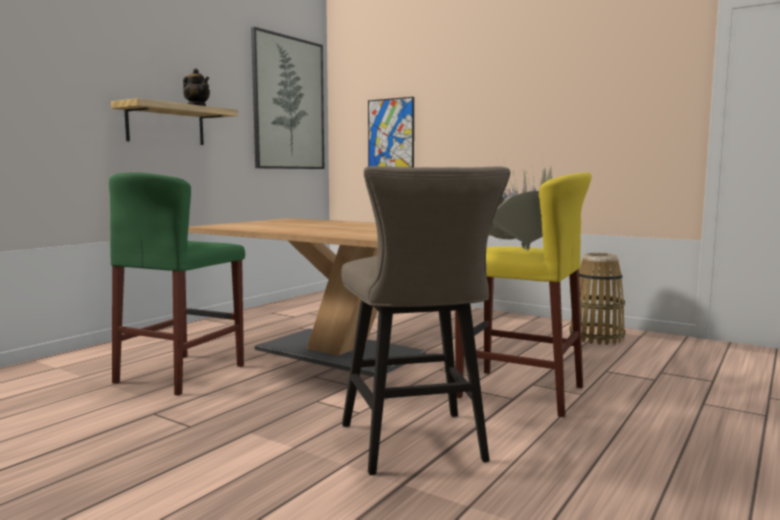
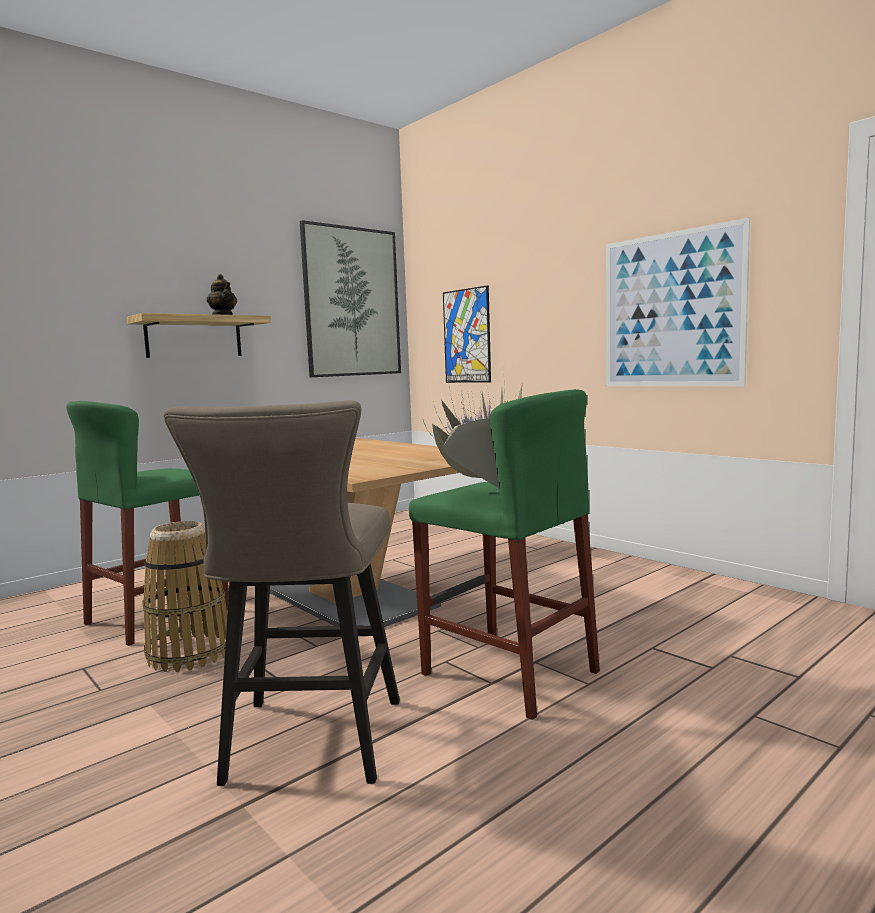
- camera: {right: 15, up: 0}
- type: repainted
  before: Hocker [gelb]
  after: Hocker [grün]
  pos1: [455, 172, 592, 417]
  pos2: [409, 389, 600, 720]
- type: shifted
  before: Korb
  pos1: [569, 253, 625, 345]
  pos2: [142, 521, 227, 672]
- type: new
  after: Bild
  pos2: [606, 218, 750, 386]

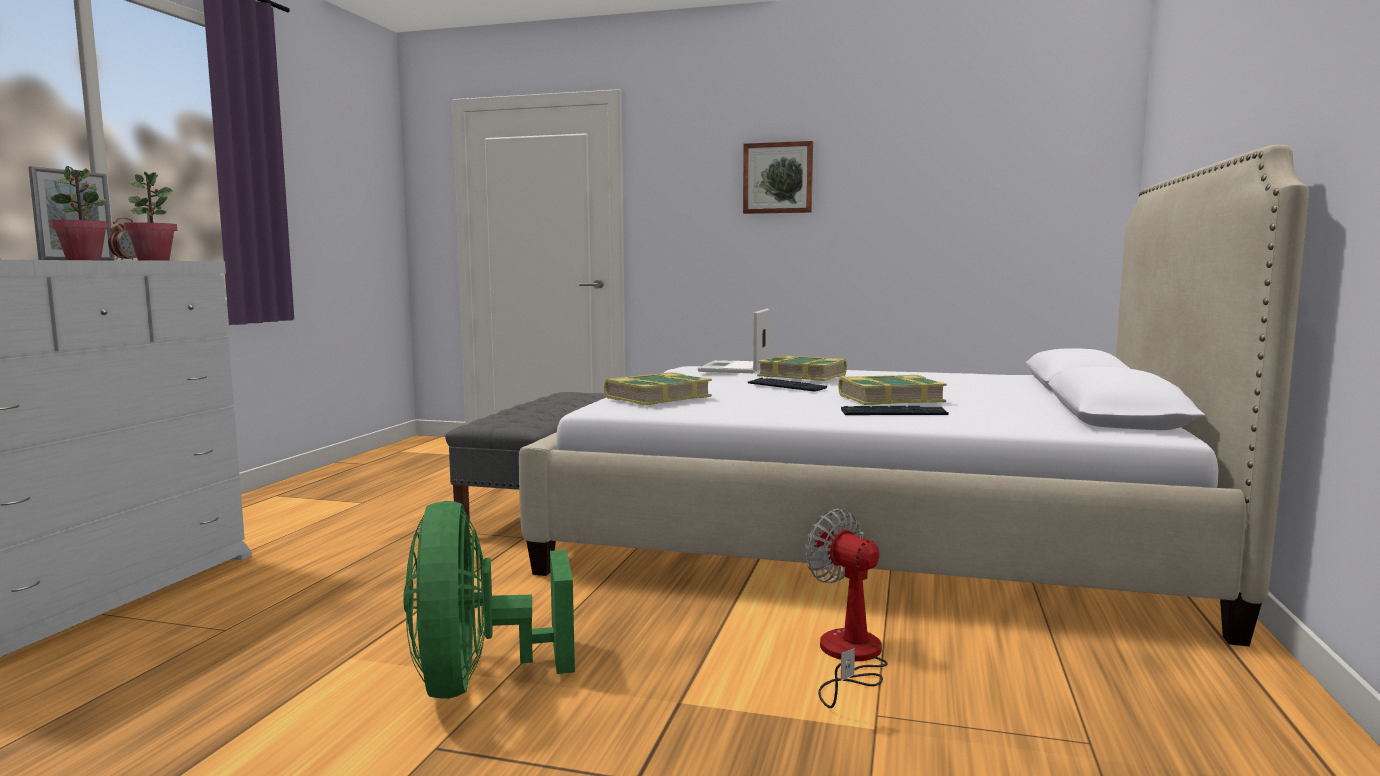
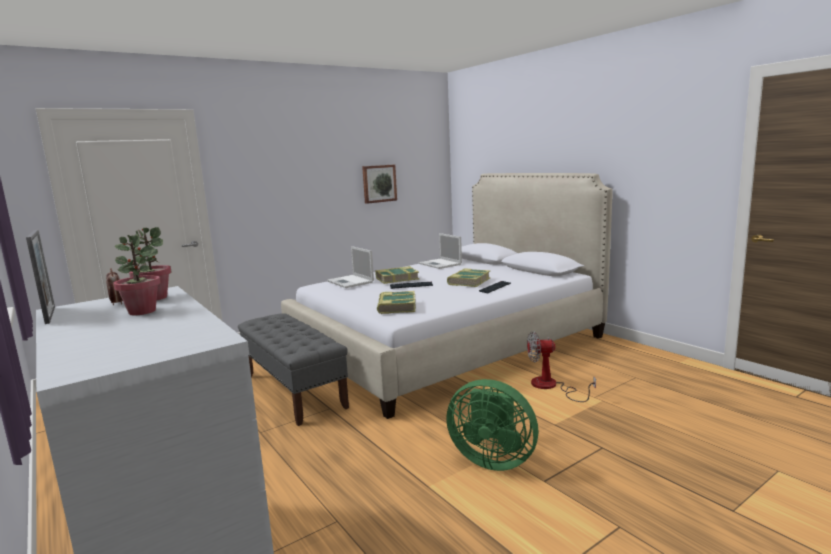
- camera: {right: -50, up: 5}
- type: shifted
  before: Bild
  pos1: [743, 141, 813, 214]
  pos2: [362, 164, 397, 204]
- type: new
  after: Laptop
  pos2: [419, 233, 462, 269]

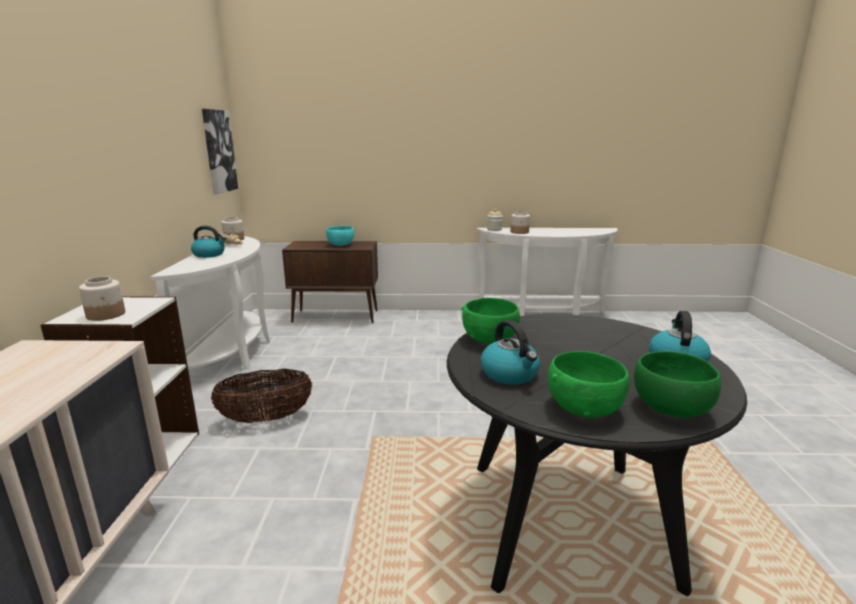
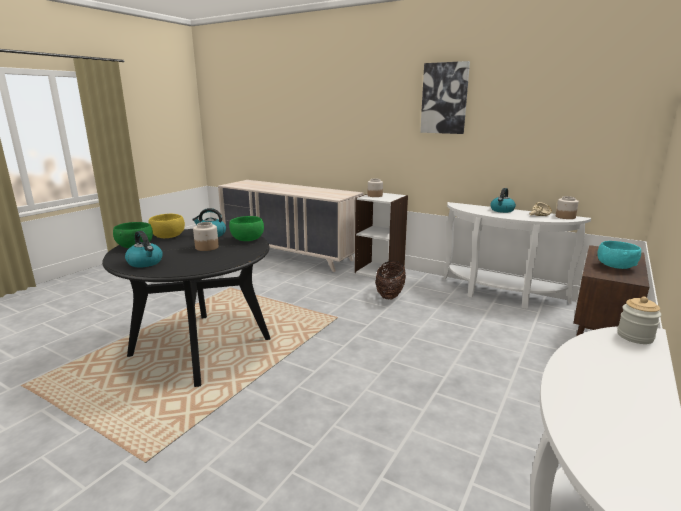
- camera: {right: 120, up: 0}
- type: shifted
  before: Bild
  pos1: [202, 109, 238, 194]
  pos2: [420, 61, 470, 134]
- type: shifted
  before: Vorratsglas
  pos1: [511, 211, 530, 234]
  pos2: [193, 222, 219, 251]
- type: repainted
  before: Schüssel [grün]
  after: Schüssel [gelb]
  pos1: [548, 351, 629, 418]
  pos2: [148, 214, 185, 238]

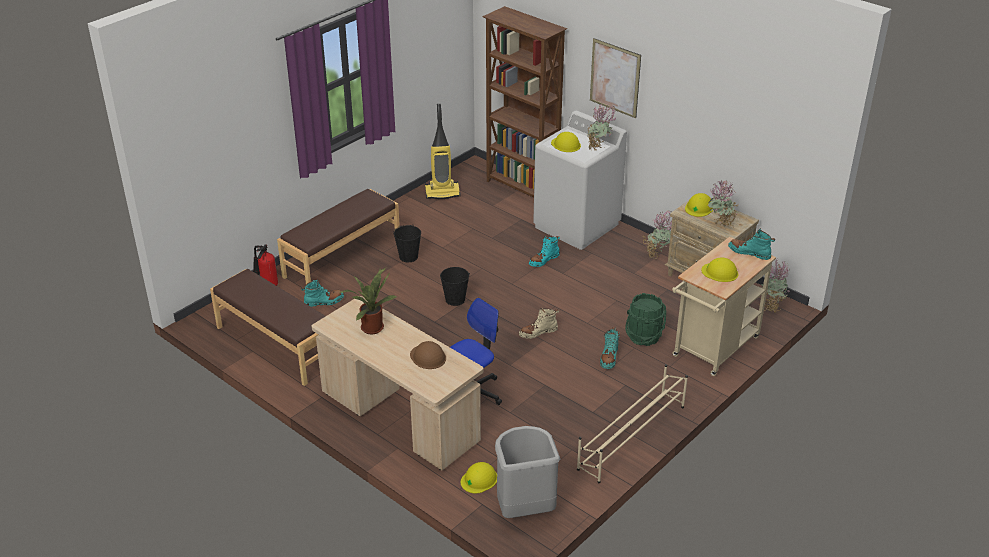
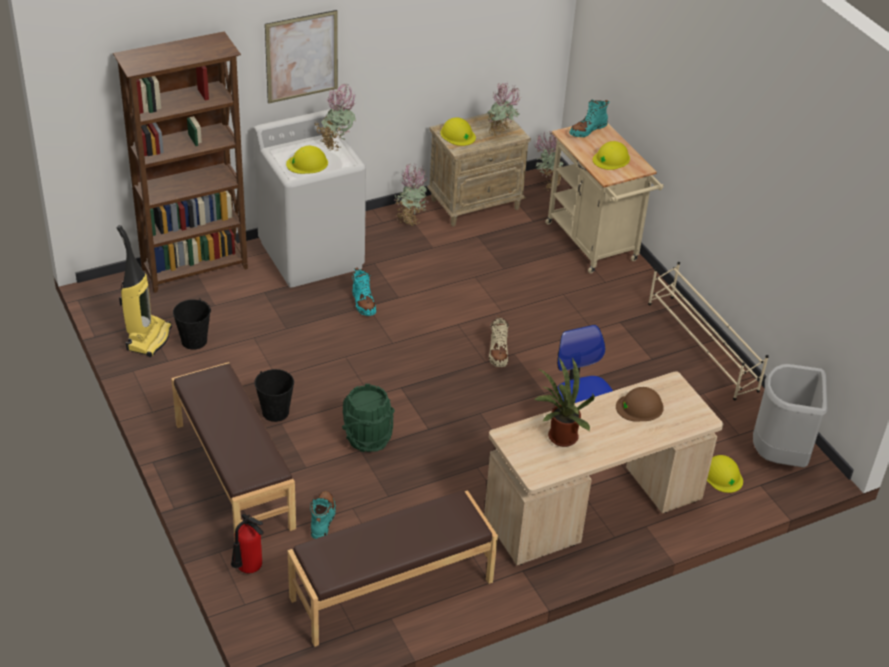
- camera: {right: -70, up: 5}
- type: shifted
  before: Eimer [schwarz]
  pos1: [440, 267, 470, 306]
  pos2: [173, 298, 211, 350]
- type: shifted
  before: Eimer [grün]
  pos1: [625, 293, 666, 346]
  pos2: [342, 384, 395, 452]
- type: gone
  before: Stiefel [türkis]
  pos1: [600, 327, 620, 369]

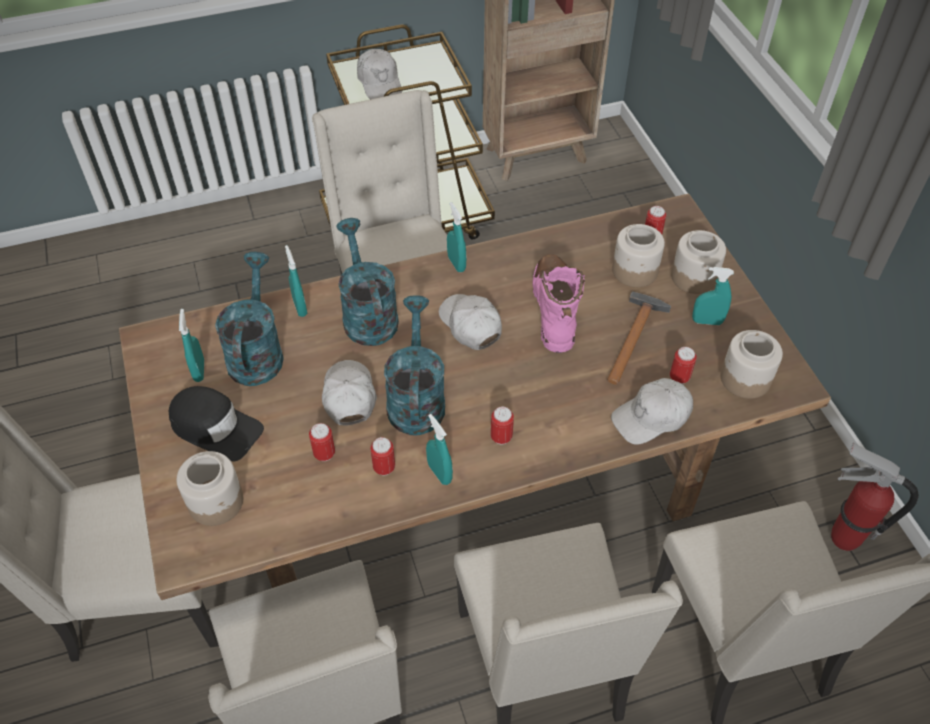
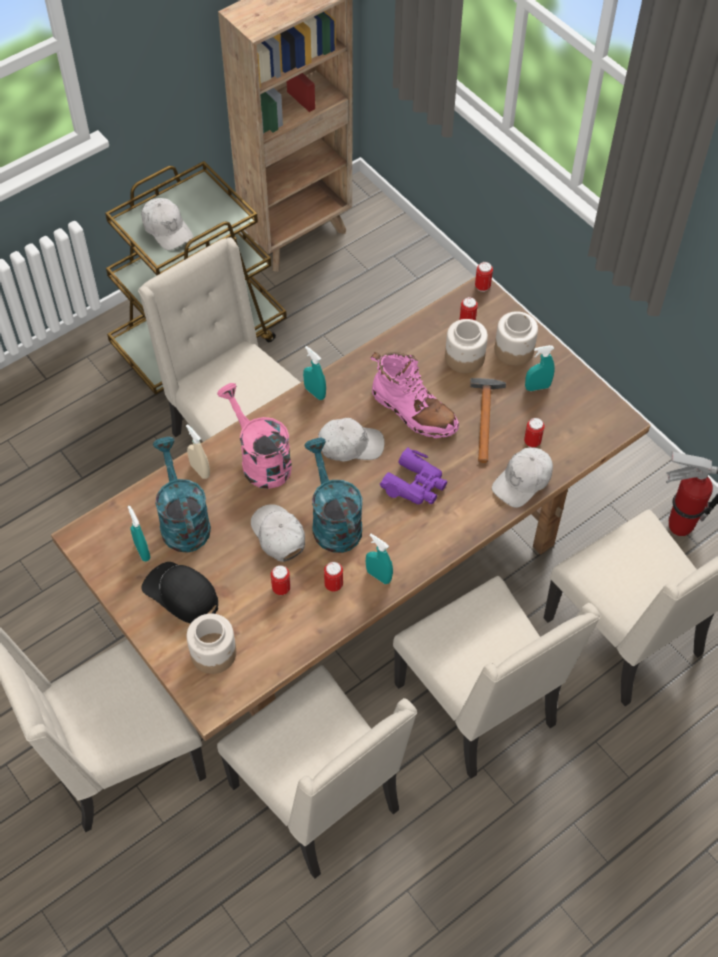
- camera: {right: -20, up: 5}
- type: repainted
  before: Gießkanne [türkis]
  after: Gießkanne [rosa]
  pos1: [336, 218, 399, 346]
  pos2: [217, 383, 292, 489]
- type: repainted
  before: Sprühflasche [türkis]
  after: Sprühflasche [beige]
  pos1: [285, 245, 308, 317]
  pos2: [186, 424, 210, 479]
- type: rotated
  before: Stiefel [rosa]
  pos1: [532, 254, 585, 353]
  pos2: [370, 352, 459, 438]
  turn: 150
- type: rotated
  before: Kappe [weiß]
  pos1: [439, 294, 502, 350]
  pos2: [318, 418, 385, 462]
  turn: 135
- type: gone
  before: Vorratsglas
  pos1: [721, 330, 783, 399]
- type: rotated
  before: Kappe [schwarz]
  pos1: [169, 386, 264, 461]
  pos2: [141, 562, 218, 623]
  turn: -150
- type: shifted
  before: Dose
  pos1: [491, 406, 514, 445]
  pos2: [475, 262, 493, 292]
- type: new
  after: Fernglas [lila]
  pos2: [380, 447, 447, 505]

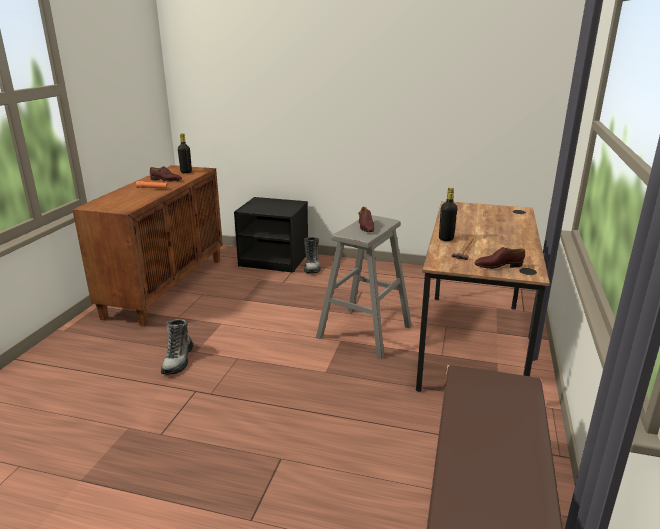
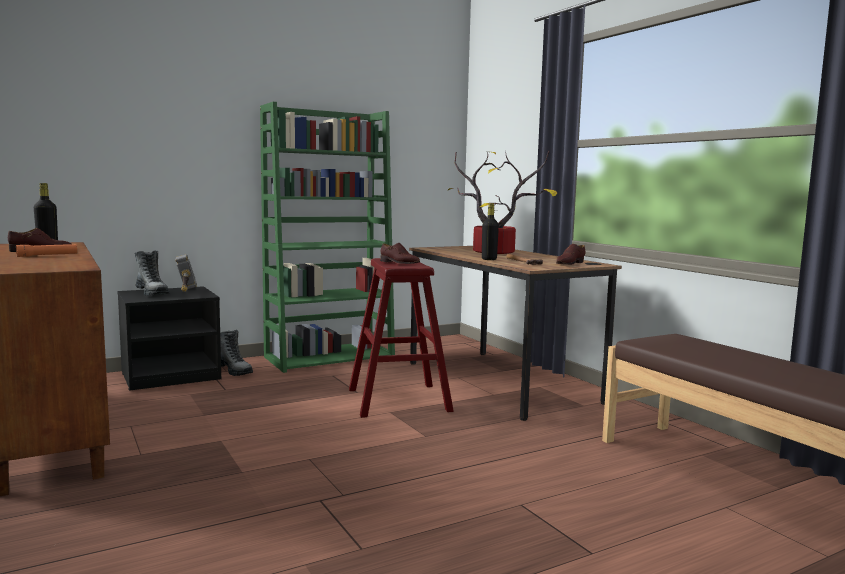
- camera: {right: -45, up: -15}
- type: repainted
  before: Hocker [grau]
  after: Hocker [rot]
  pos1: [316, 215, 412, 359]
  pos2: [349, 258, 454, 418]
- type: shifted
  before: Stiefel
  pos1: [161, 319, 193, 375]
  pos2: [135, 250, 170, 296]
- type: new
  after: Bücherregal [grün]
  pos2: [260, 102, 395, 373]
- type: new
  after: Topfpflanze
  pos2: [448, 151, 557, 254]
- type: new
  after: Hammer
  pos2: [175, 254, 197, 292]

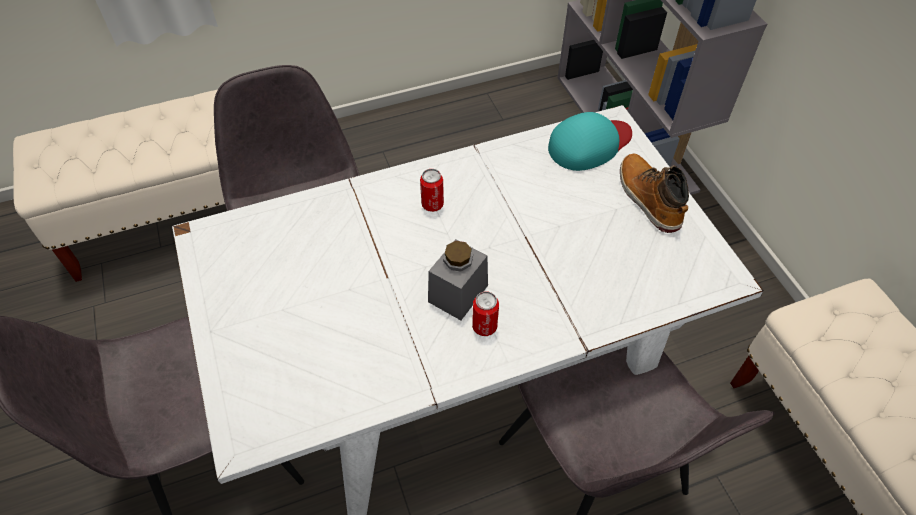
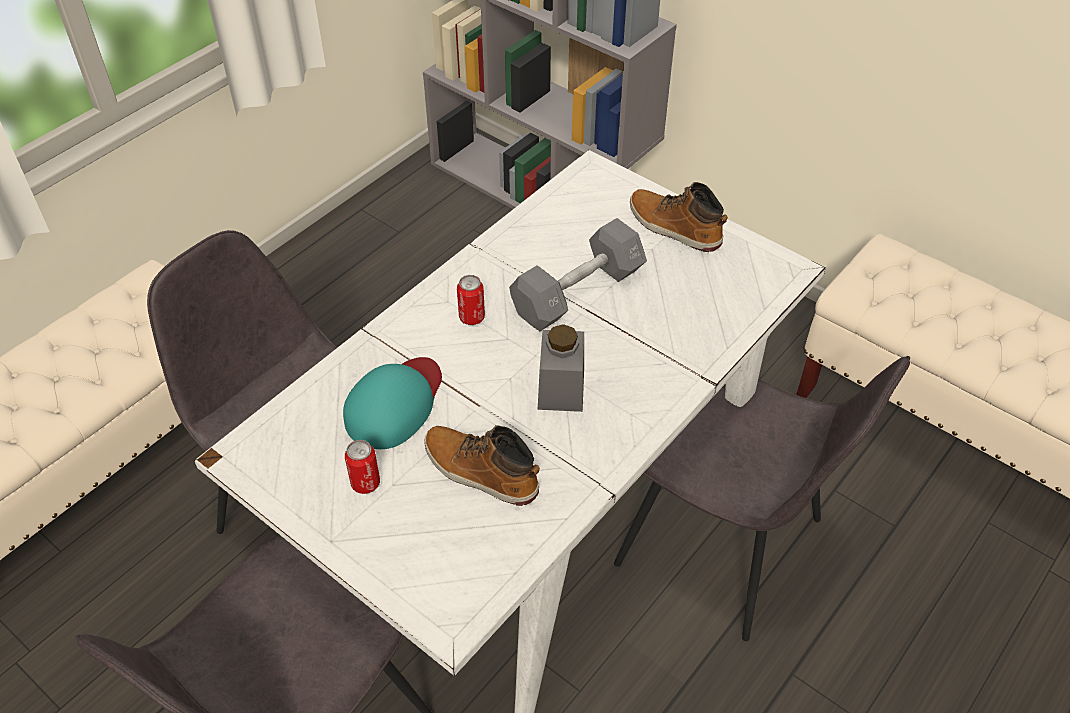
- camera: {right: -30, up: -5}
- type: shifted
  before: Kappe [türkis]
  pos1: [548, 112, 632, 171]
  pos2: [343, 357, 442, 449]
- type: shifted
  before: Dose
  pos1: [472, 291, 499, 336]
  pos2: [345, 440, 380, 494]
- type: new
  after: Hantel [grau]
  pos2: [509, 218, 647, 331]
- type: new
  after: Stiefel
  pos2: [424, 425, 540, 506]

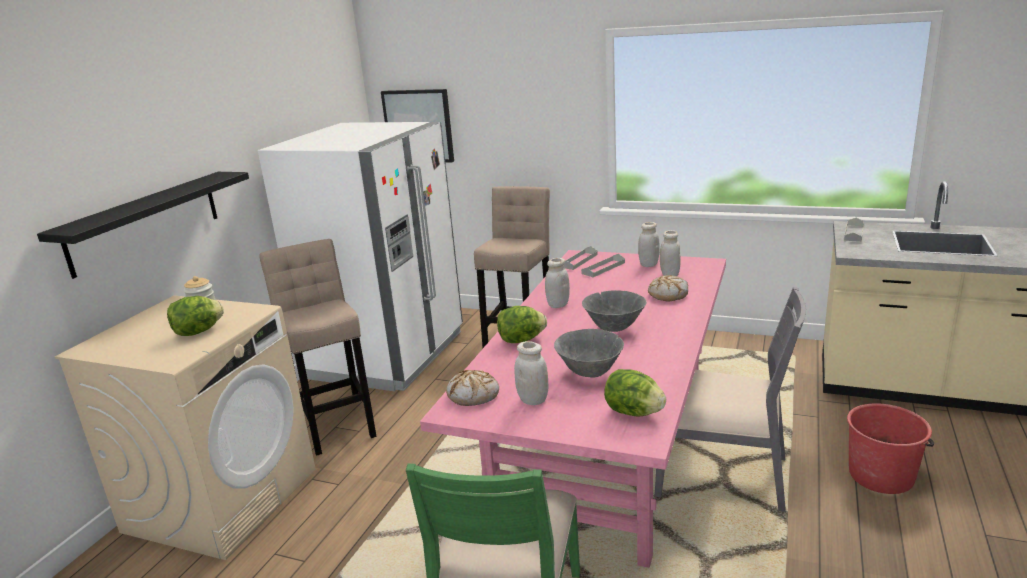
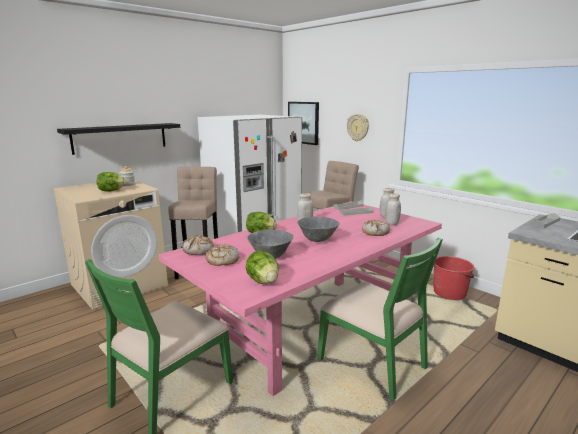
- camera: {right: 25, up: -5}
- type: repainted
  before: Stuhl [grau]
  after: Stuhl [grün]
  pos1: [654, 287, 806, 512]
  pos2: [317, 237, 443, 400]
- type: swapped
  before: Vorratsglas [weiß]
  after: Brot
  pos1: [514, 341, 548, 405]
  pos2: [206, 244, 239, 266]
- type: shifted
  before: Eimer [rot]
  pos1: [847, 403, 934, 494]
  pos2: [434, 256, 475, 300]
- type: new
  after: Wanduhr
  pos2: [347, 114, 369, 141]

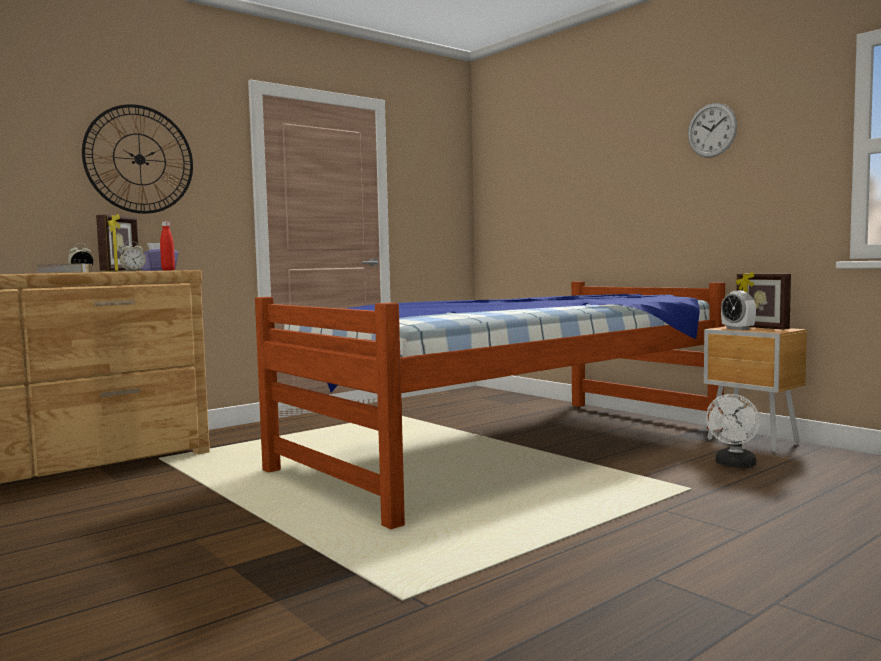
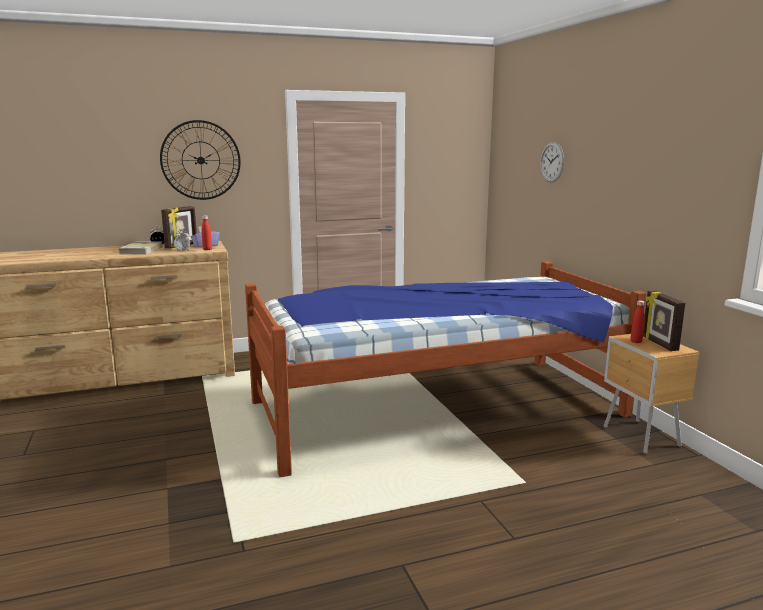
- camera: {right: 20, up: 10}
- type: shifted
  before: Wanduhr
  pos1: [688, 103, 737, 158]
  pos2: [541, 142, 564, 182]
- type: swapped
  before: Wecker
  after: Flasche [rot]
  pos1: [721, 290, 756, 330]
  pos2: [631, 301, 645, 343]
- type: gone
  before: Ventilator [weiß]
  pos1: [706, 394, 760, 468]

